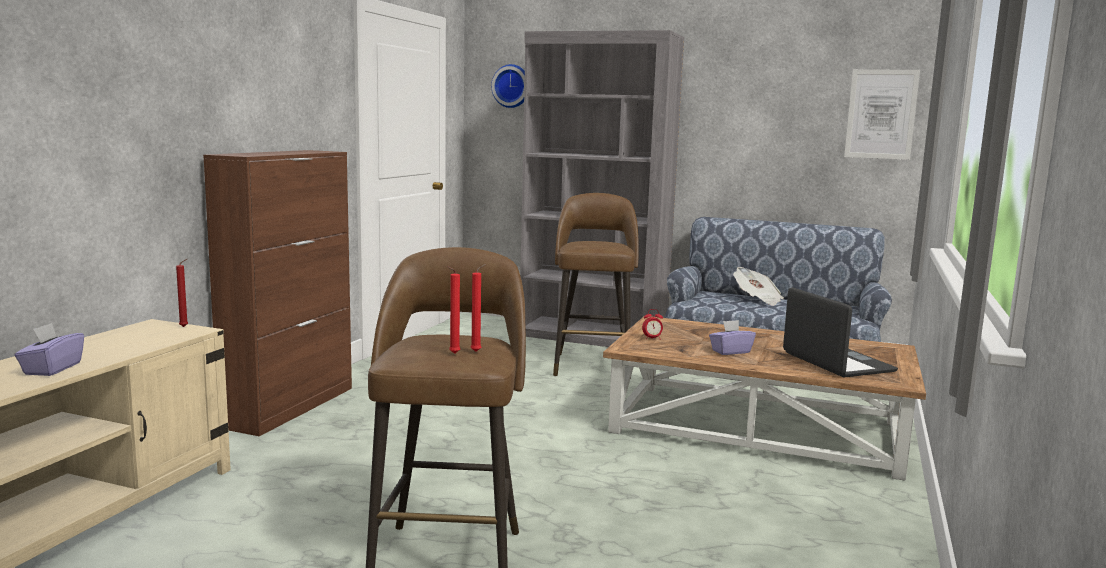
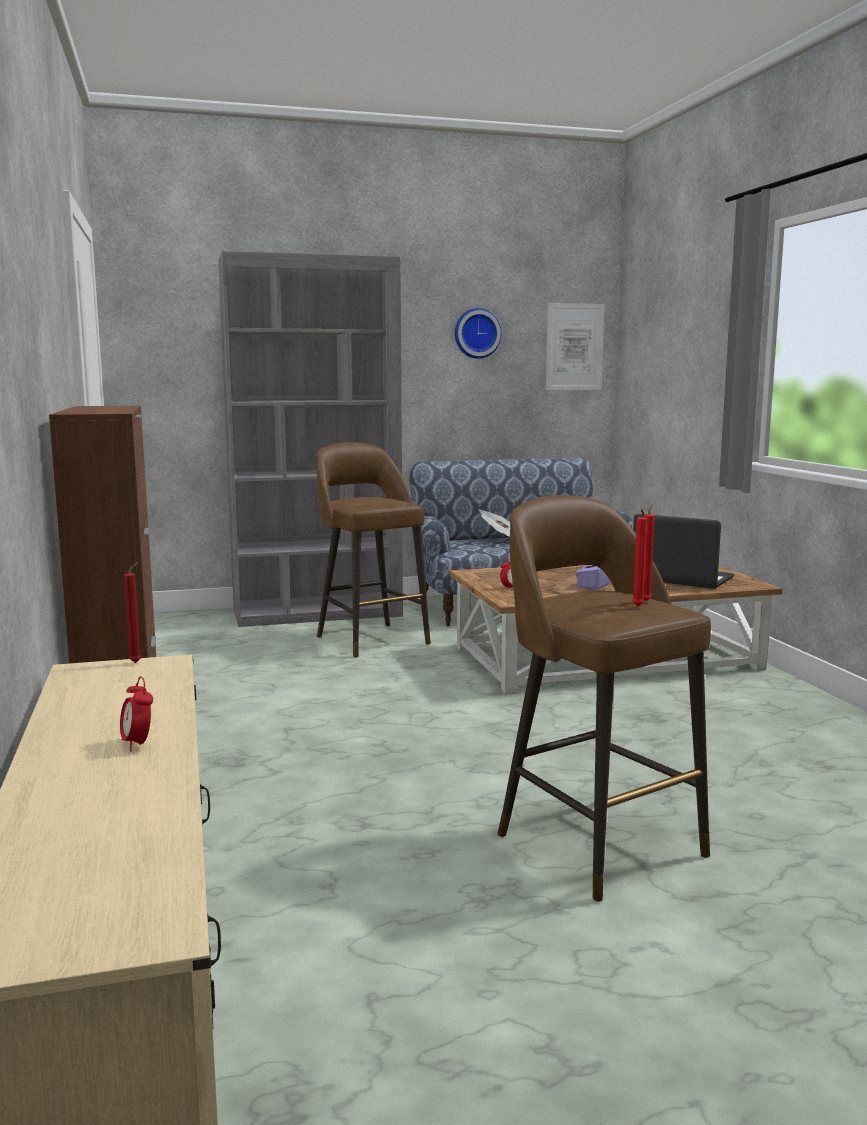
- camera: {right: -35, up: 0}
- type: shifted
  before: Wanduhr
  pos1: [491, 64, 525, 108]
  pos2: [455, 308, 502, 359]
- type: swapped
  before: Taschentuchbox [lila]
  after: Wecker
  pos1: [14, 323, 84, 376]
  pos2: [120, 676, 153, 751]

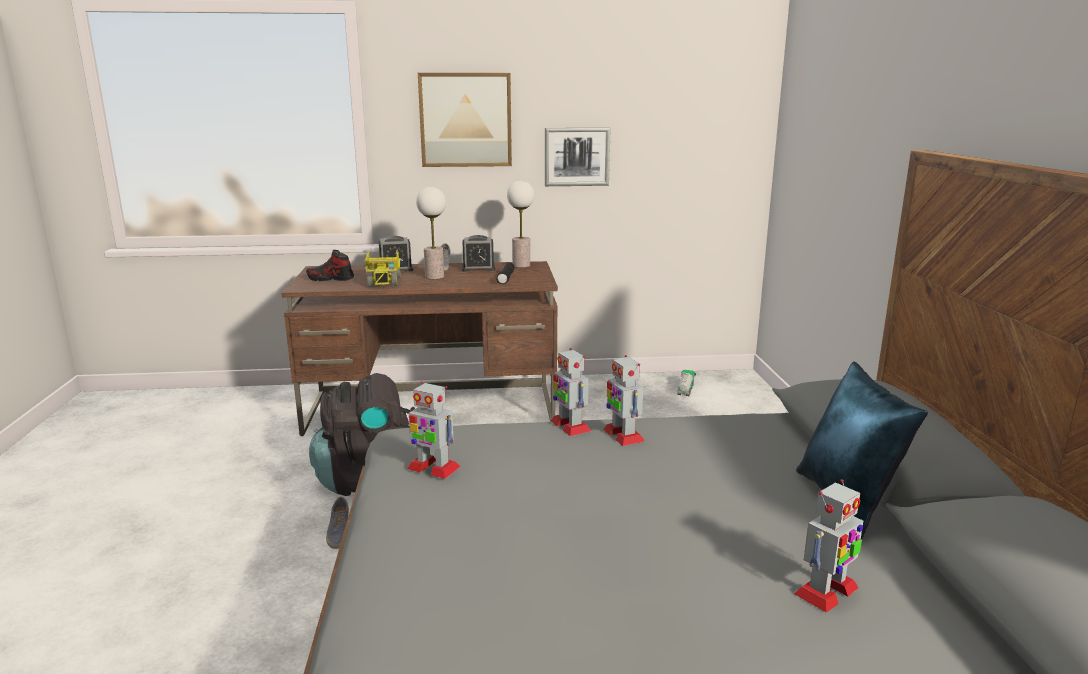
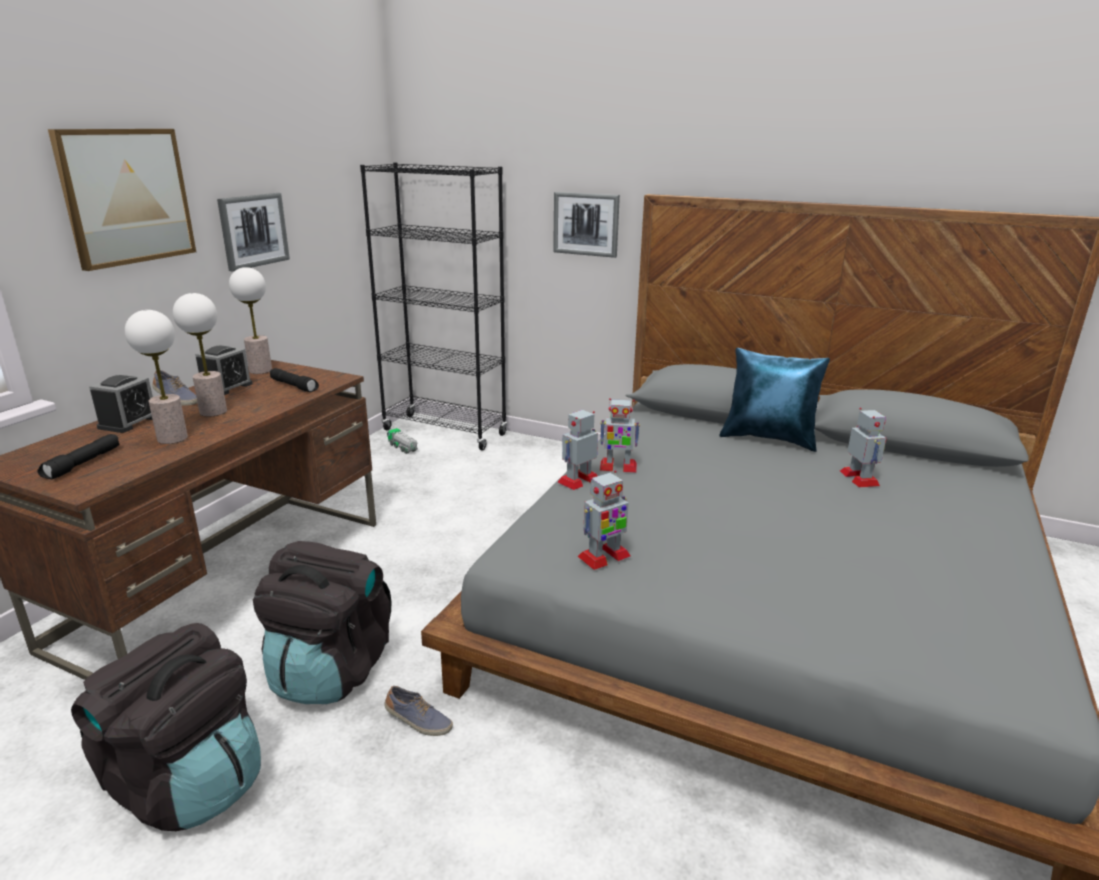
- camera: {right: -60, up: 5}
- type: swapped
  before: Schuh
  after: Taschenlampe [schwarz]
  pos1: [306, 250, 354, 281]
  pos2: [37, 434, 119, 480]
- type: swapped
  before: Spielzeuglaster
  after: Tischlampe
  pos1: [364, 251, 401, 287]
  pos2: [125, 310, 188, 444]
- type: rotated
  before: Spielzeugroboter
  pos1: [551, 348, 591, 436]
  pos2: [558, 410, 598, 490]
  turn: 135
- type: new
  after: Bücherregal [schwarz]
  pos2: [360, 162, 507, 451]
- type: new
  after: Bild
  pos2: [553, 192, 620, 258]
- type: new
  after: Rucksack [schwarz]
  pos2: [71, 623, 261, 831]

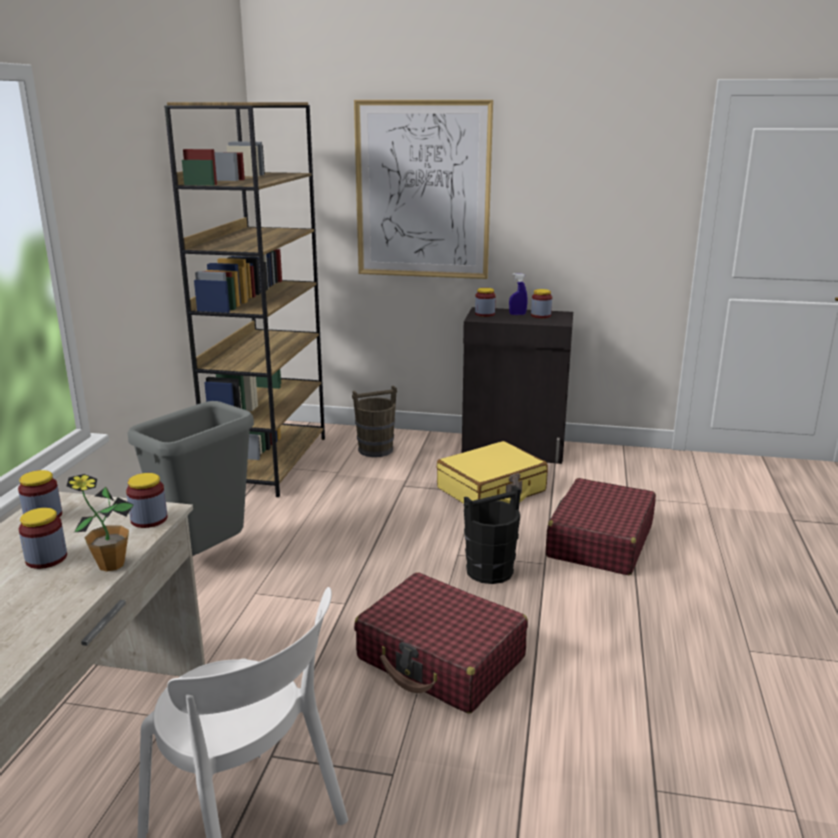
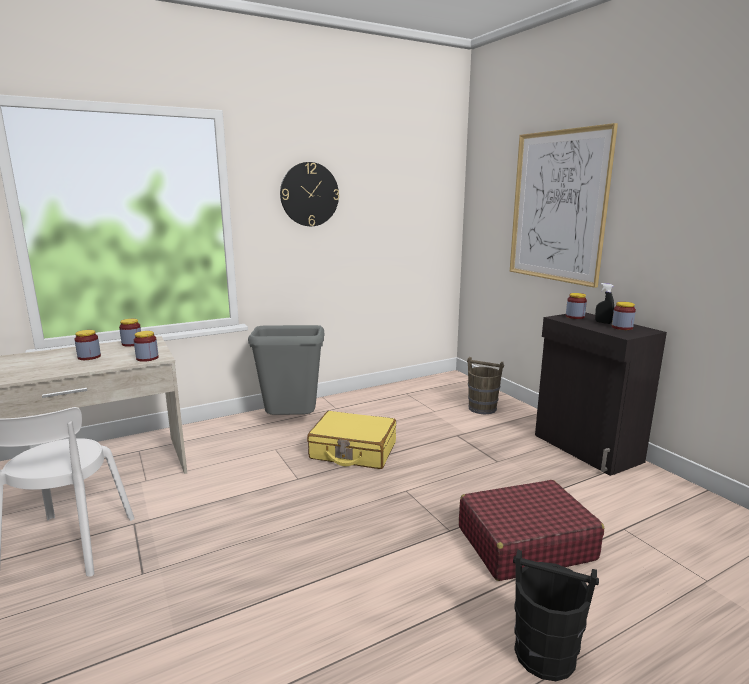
- camera: {right: 50, up: -5}
- type: gone
  before: Bücherregal [braun]
  pos1: [164, 102, 325, 497]
- type: repainted
  before: Sprühflasche [blau]
  after: Sprühflasche [schwarz]
  pos1: [509, 273, 528, 315]
  pos2: [595, 283, 614, 324]
- type: shifted
  before: Koffer [gelb]
  pos1: [437, 441, 548, 504]
  pos2: [307, 411, 396, 469]
- type: gone
  before: Topfpflanze
  pos1: [67, 474, 133, 572]
- type: shifted
  before: Eimer [schwarz]
  pos1: [464, 485, 521, 584]
  pos2: [513, 550, 599, 681]
- type: gone
  before: Koffer [rot]
  pos1: [354, 572, 528, 714]
- type: new
  after: Wanduhr
  pos2: [280, 162, 339, 226]

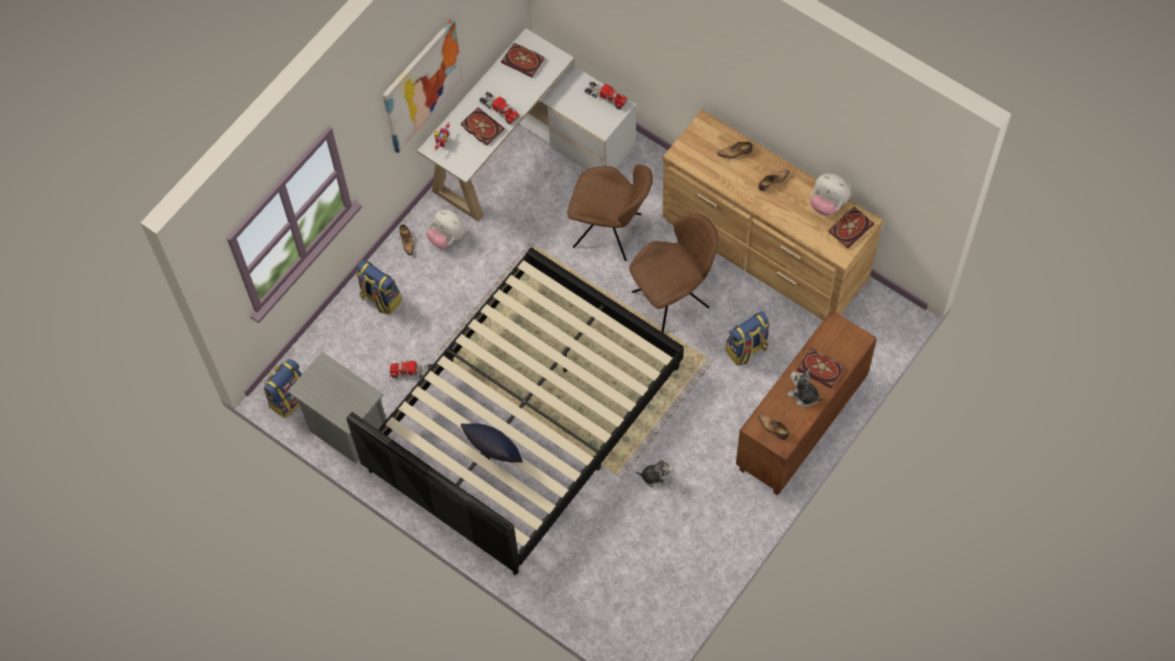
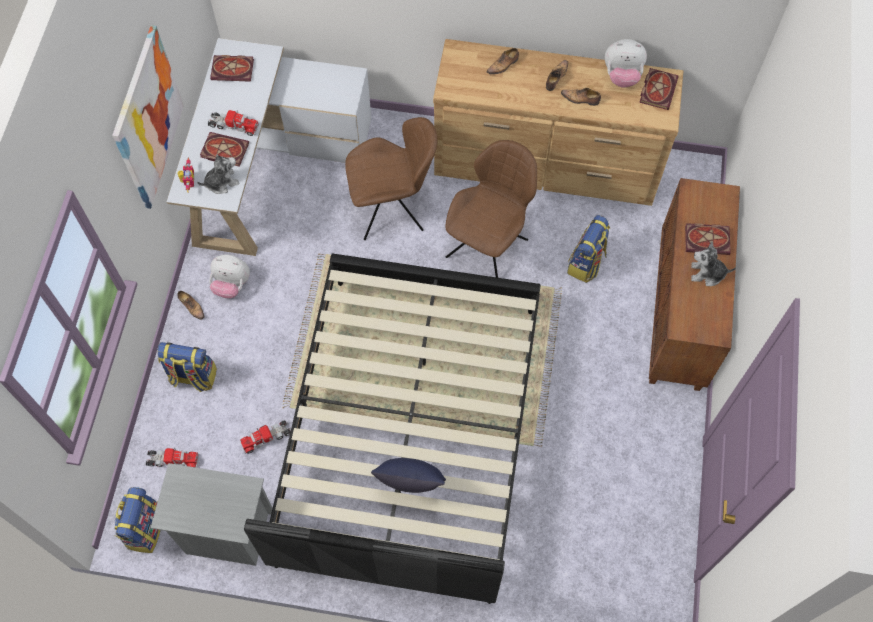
- camera: {right: -30, up: 0}
- type: shifted
  before: Spielzeuglaster
  pos1: [585, 82, 628, 110]
  pos2: [146, 448, 199, 468]
- type: shifted
  before: Schuh
  pos1: [758, 413, 789, 440]
  pos2: [561, 88, 601, 106]
- type: shifted
  before: Plüschtier
  pos1: [636, 460, 674, 489]
  pos2: [197, 154, 239, 194]

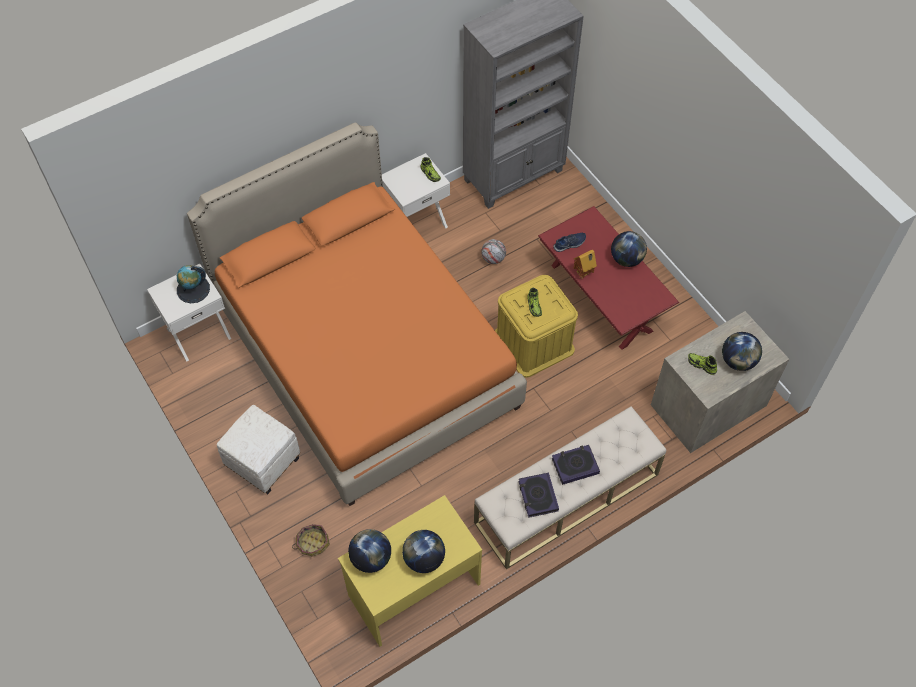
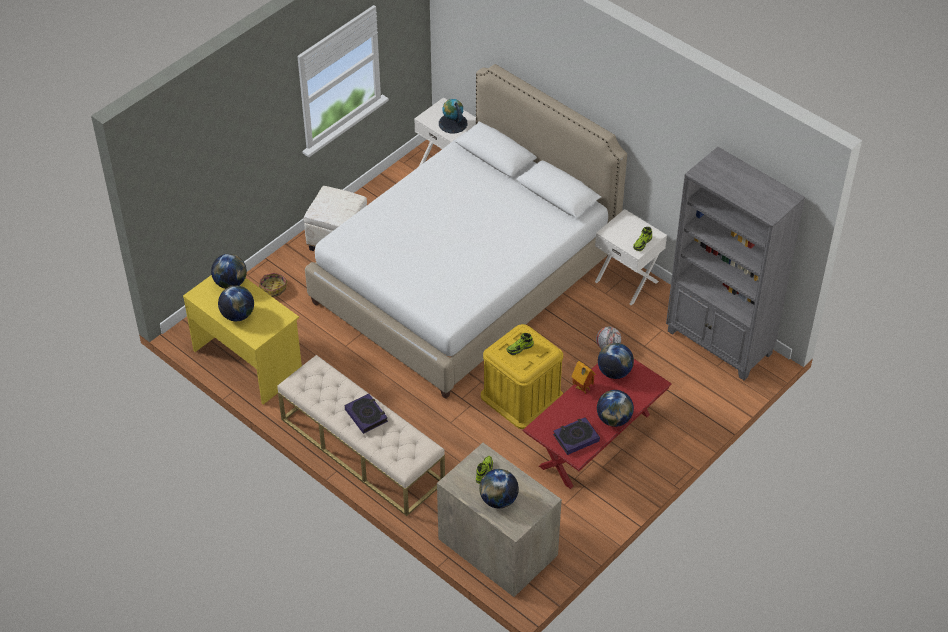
- camera: {right: 75, up: -10}
- type: repainted
  before: Bett [orange]
  after: Bett [weiß]
  pos1: [187, 122, 527, 506]
  pos2: [305, 64, 627, 399]
- type: swapped
  before: Schuh [blau]
  after: Globus
  pos1: [553, 233, 586, 252]
  pos2: [598, 343, 634, 379]
- type: shifted
  before: Buch
  pos1: [518, 473, 559, 518]
  pos2: [553, 417, 600, 455]

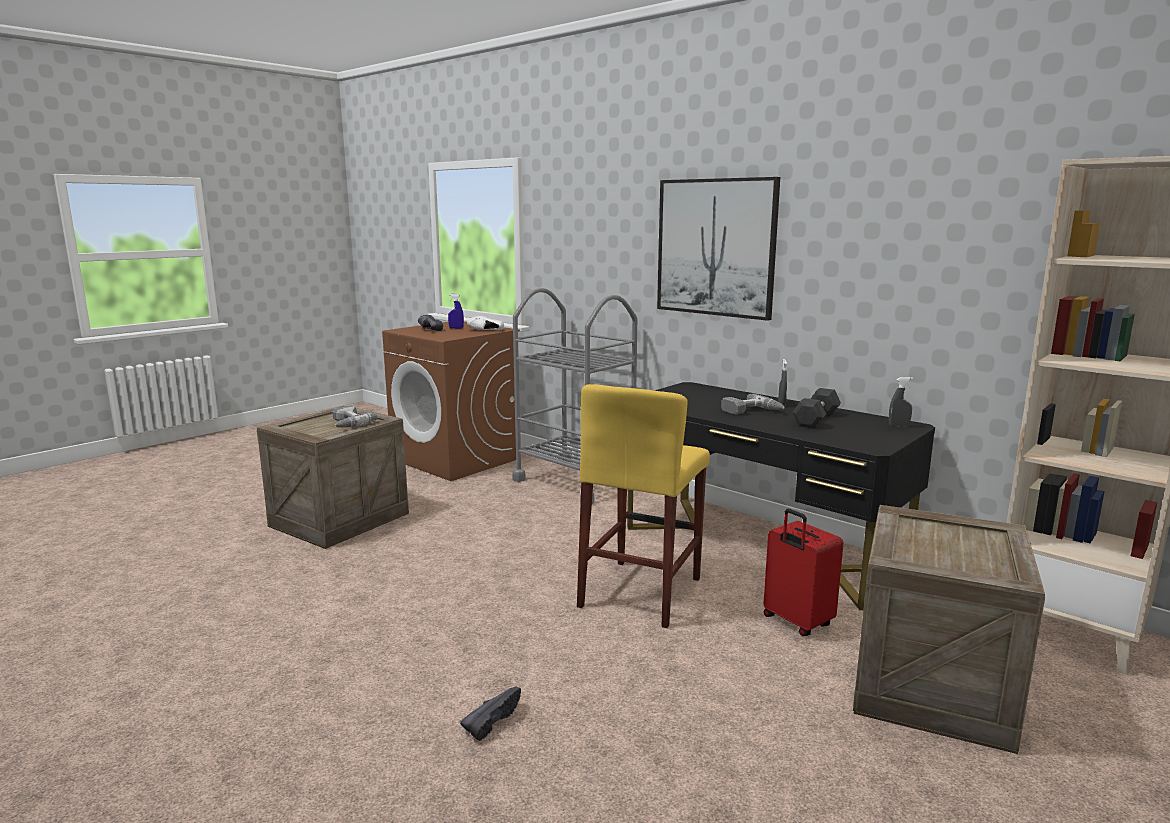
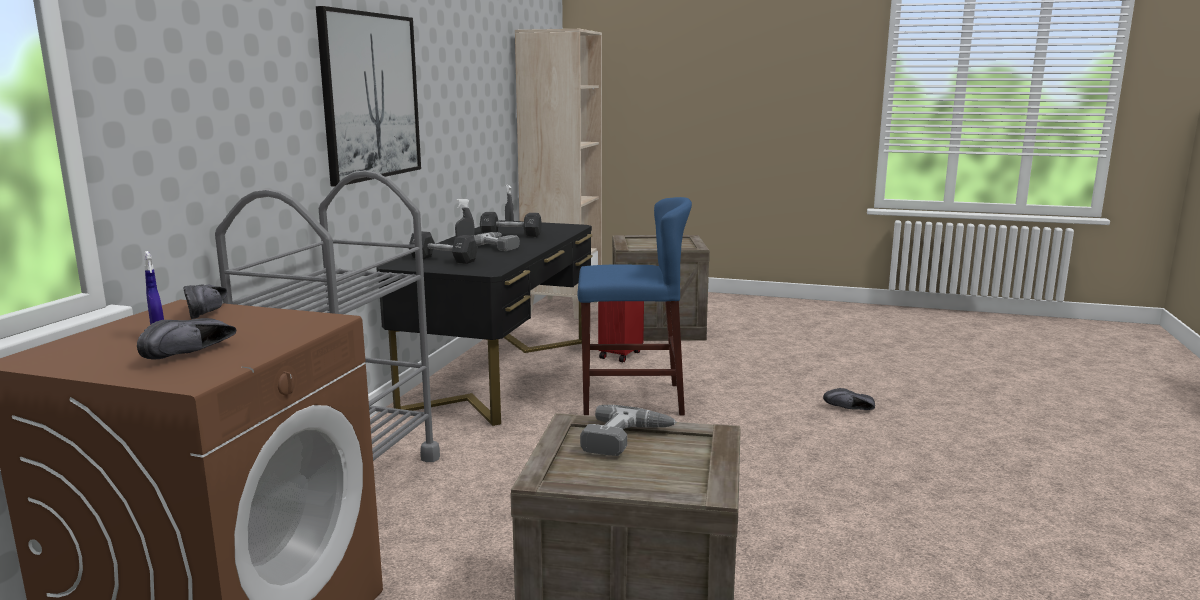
- camera: {right: -115, up: 0}
- type: repainted
  before: Schuh [weiß]
  after: Schuh [schwarz]
  pos1: [467, 316, 504, 331]
  pos2: [183, 284, 227, 319]
- type: repainted
  before: Hocker [gelb]
  after: Hocker [blau]
  pos1: [577, 384, 710, 628]
  pos2: [578, 197, 692, 415]
- type: new
  after: Hantel [schwarz]
  pos2: [409, 231, 478, 264]

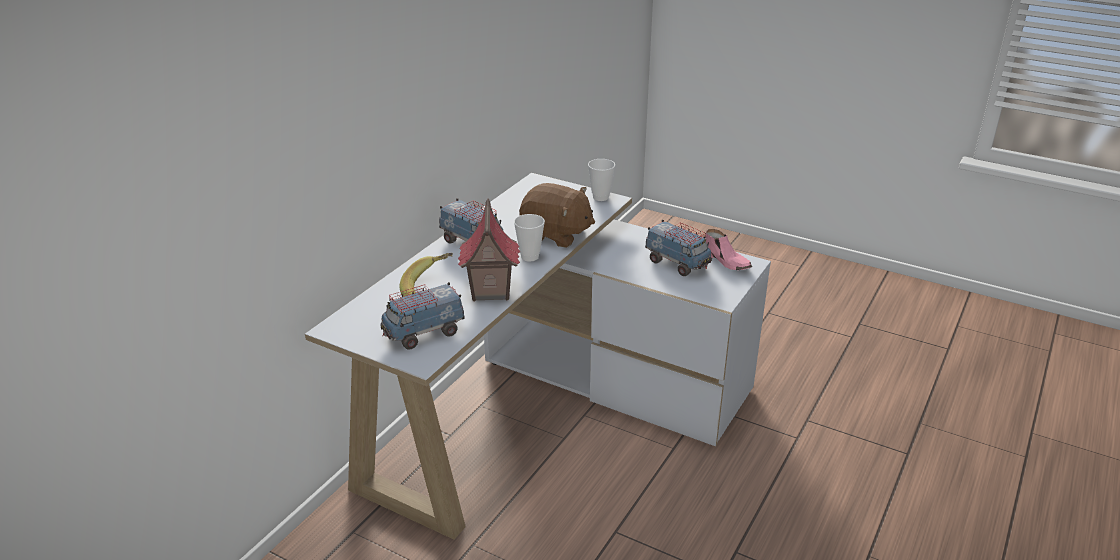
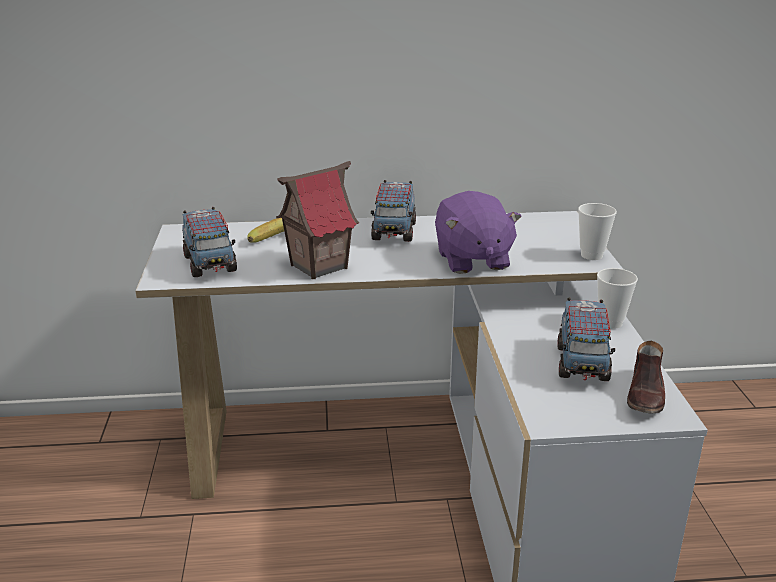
- camera: {right: 55, up: -5}
- type: repainted
  before: Plüschtier [braun]
  after: Plüschtier [lila]
  pos1: [519, 183, 595, 248]
  pos2: [435, 191, 522, 274]
- type: shifted
  before: Tasse
  pos1: [514, 214, 545, 261]
  pos2: [597, 268, 638, 329]
- type: repainted
  before: Schuh [rosa]
  after: Schuh [braun]
  pos1: [705, 229, 752, 270]
  pos2: [627, 341, 665, 414]
- type: rotated
  before: Spielzeuglaster
  pos1: [380, 282, 465, 350]
  pos2: [182, 207, 237, 277]
  turn: -135

